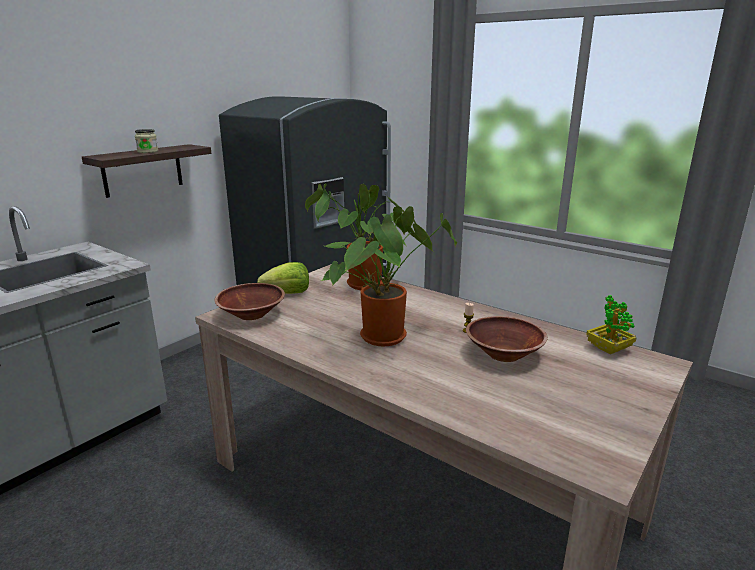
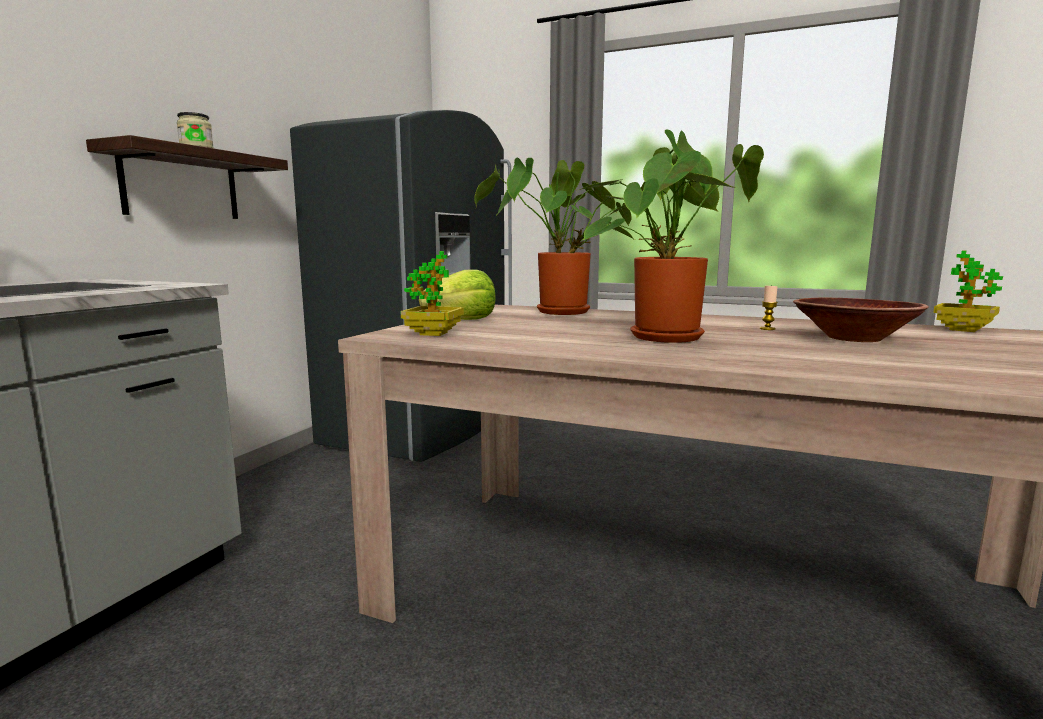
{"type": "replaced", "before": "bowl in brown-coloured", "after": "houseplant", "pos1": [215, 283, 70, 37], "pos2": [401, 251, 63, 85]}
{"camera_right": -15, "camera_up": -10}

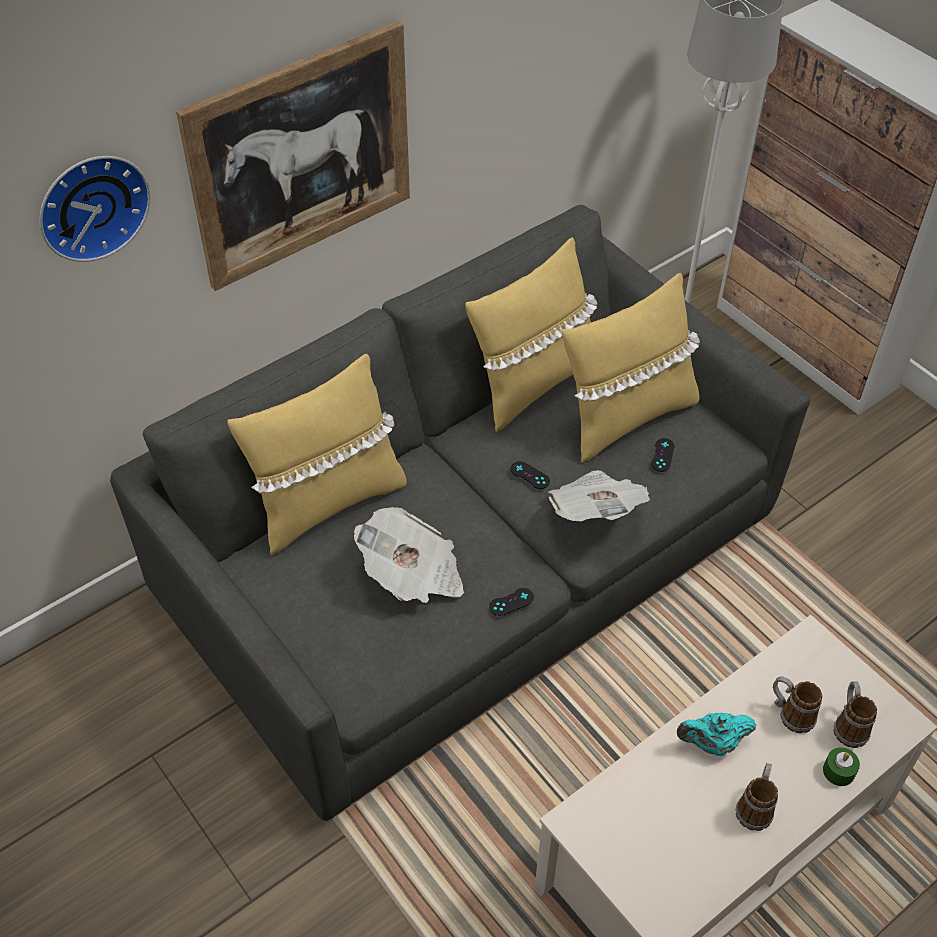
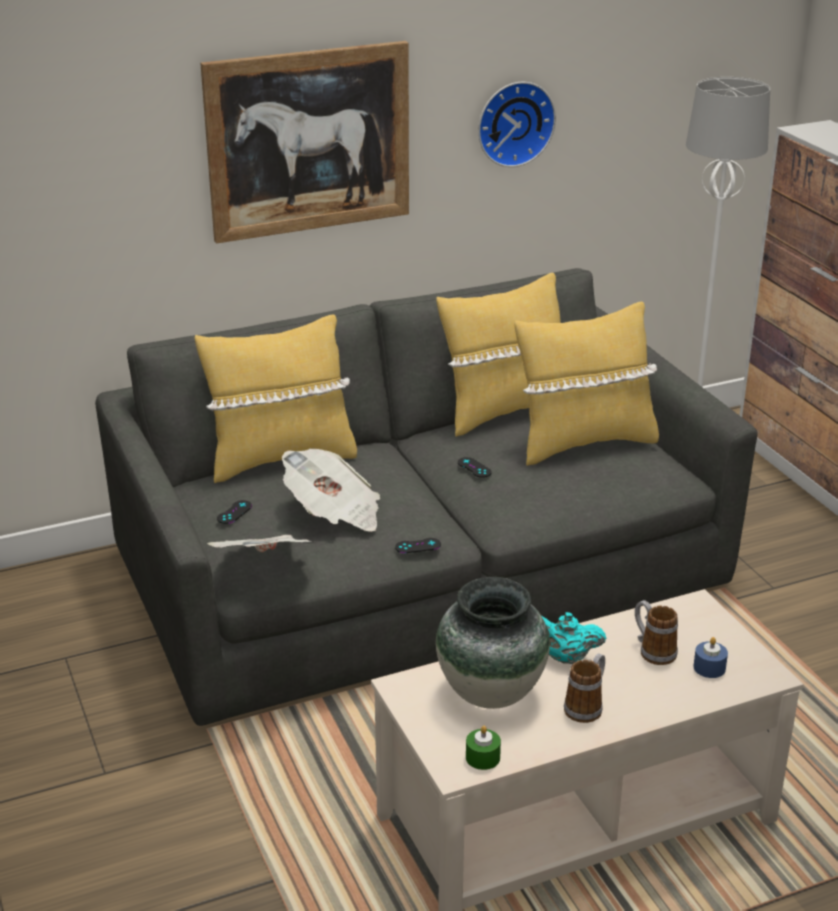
{"type": "moved", "before": "hanging clock", "pos1": [39, 156, 112, 106], "pos2": [478, 82, 78, 85]}
{"type": "moved", "before": "joypad in blackish", "pos1": [651, 438, 24, 34], "pos2": [217, 500, 35, 24]}
{"type": "moved", "before": "daily paper", "pos1": [548, 470, 102, 52], "pos2": [208, 535, 105, 17]}
{"type": "replaced", "before": "tea mug", "after": "wax light in blue-coloured", "pos1": [833, 682, 44, 66], "pos2": [694, 637, 34, 41]}
{"type": "moved", "before": "wax light in green-coloured", "pos1": [823, 747, 37, 39], "pos2": [466, 726, 35, 44]}
{"type": "added", "after": "decorative vase", "pos2": [436, 577, 114, 132]}
{"camera_right": 15, "camera_up": -20}

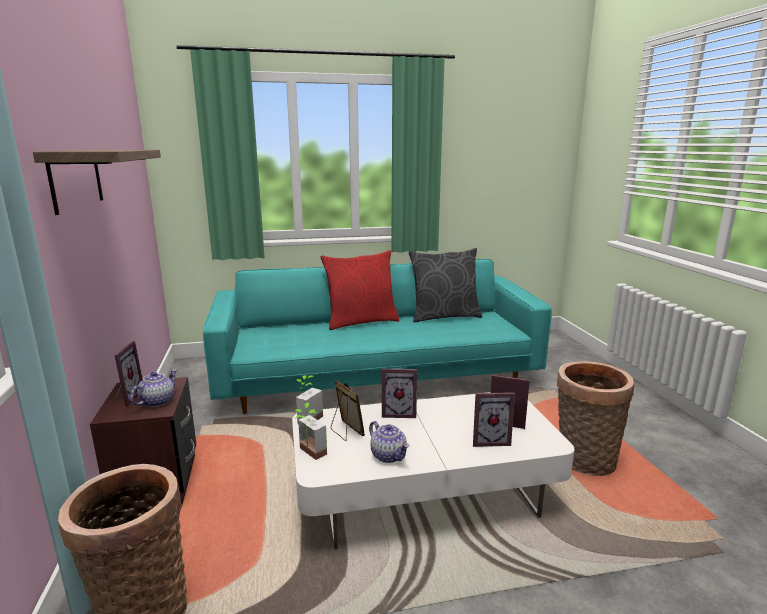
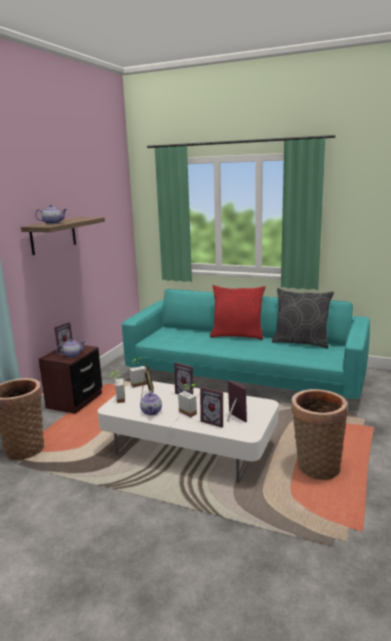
{"type": "added", "after": "tea pot", "pos2": [35, 205, 32, 19]}
{"type": "added", "after": "houseplant", "pos2": [178, 384, 19, 33]}
{"camera_right": 35, "camera_up": 0}

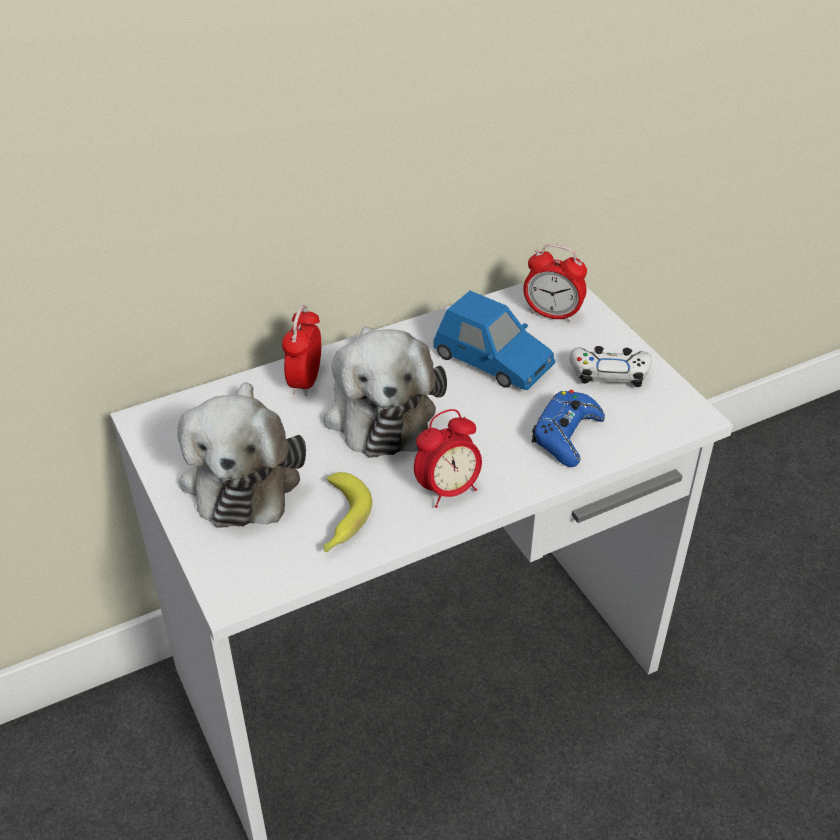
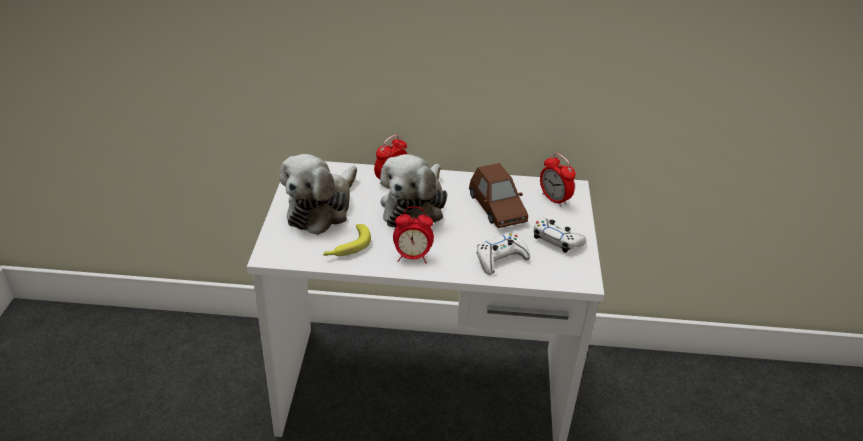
{"type": "recoloured", "before": "model car in blue-coloured", "after": "model car in brown-coloured", "pos1": [433, 291, 122, 99], "pos2": [469, 163, 59, 65]}
{"type": "recoloured", "before": "joypad in blue-coloured", "after": "joypad in whitish", "pos1": [532, 390, 73, 77], "pos2": [477, 233, 53, 42]}
{"camera_right": 30, "camera_up": -5}

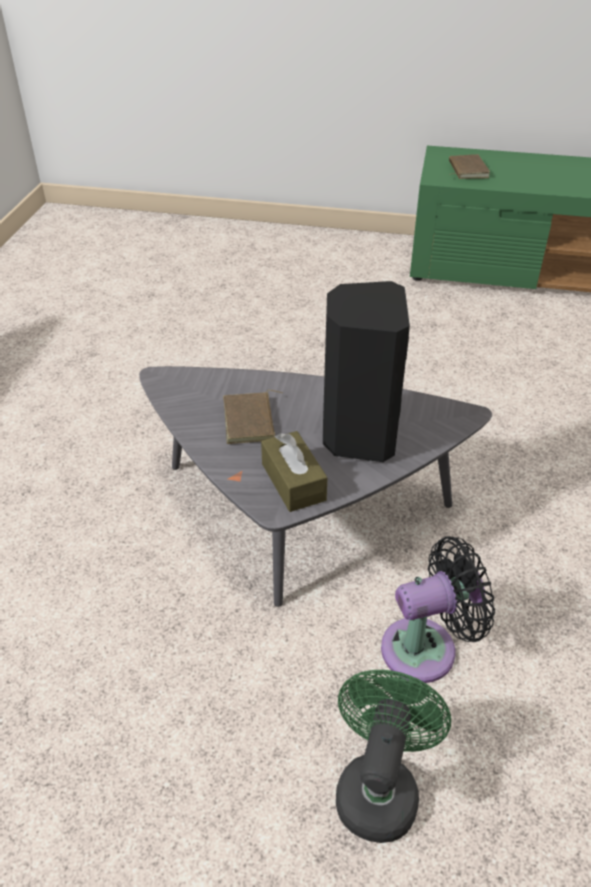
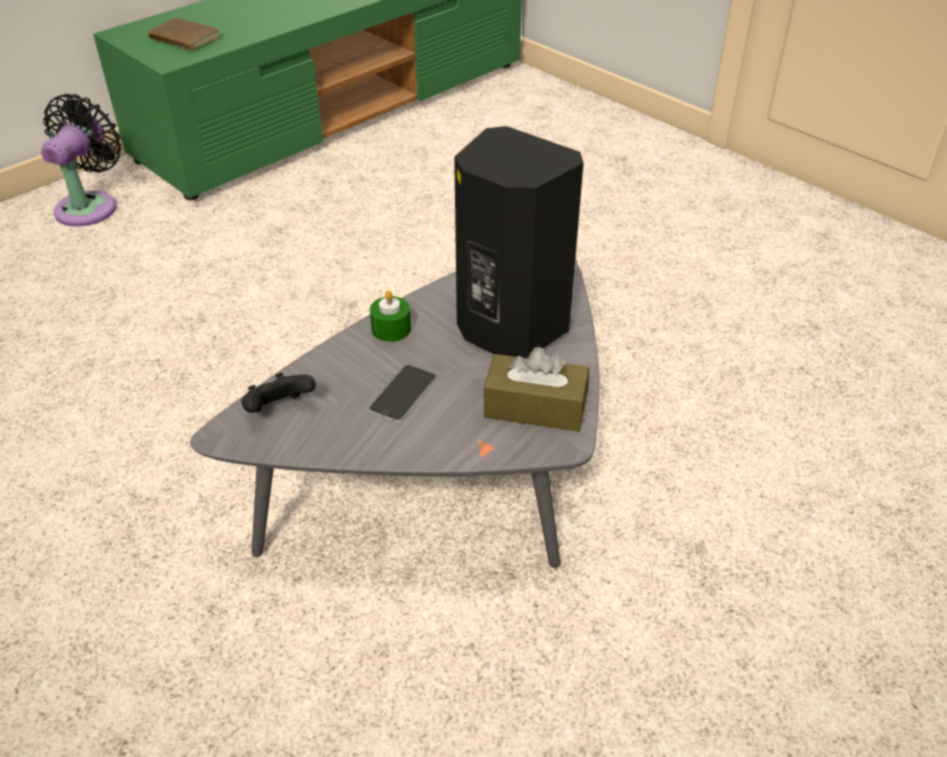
{"type": "replaced", "before": "volume in brown-coloured", "after": "phone", "pos1": [223, 390, 59, 54], "pos2": [369, 365, 68, 57]}
{"type": "moved", "before": "fan in blackish", "pos1": [381, 536, 114, 147], "pos2": [41, 94, 81, 133]}
{"type": "removed", "before": "fan in green-coloured", "pos1": [336, 670, 115, 173]}
{"type": "added", "after": "wax light in green-coloured", "pos2": [370, 290, 41, 52]}
{"type": "added", "after": "joypad in blackish", "pos2": [241, 373, 75, 40]}
{"camera_right": -55, "camera_up": 0}

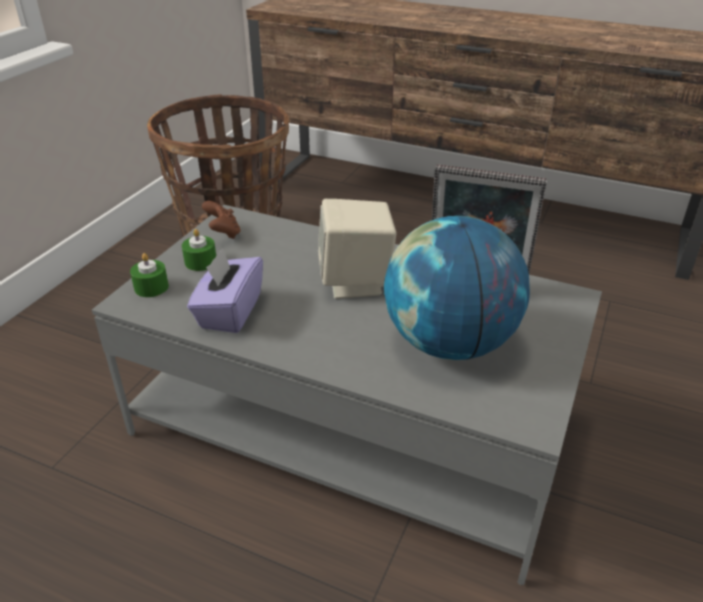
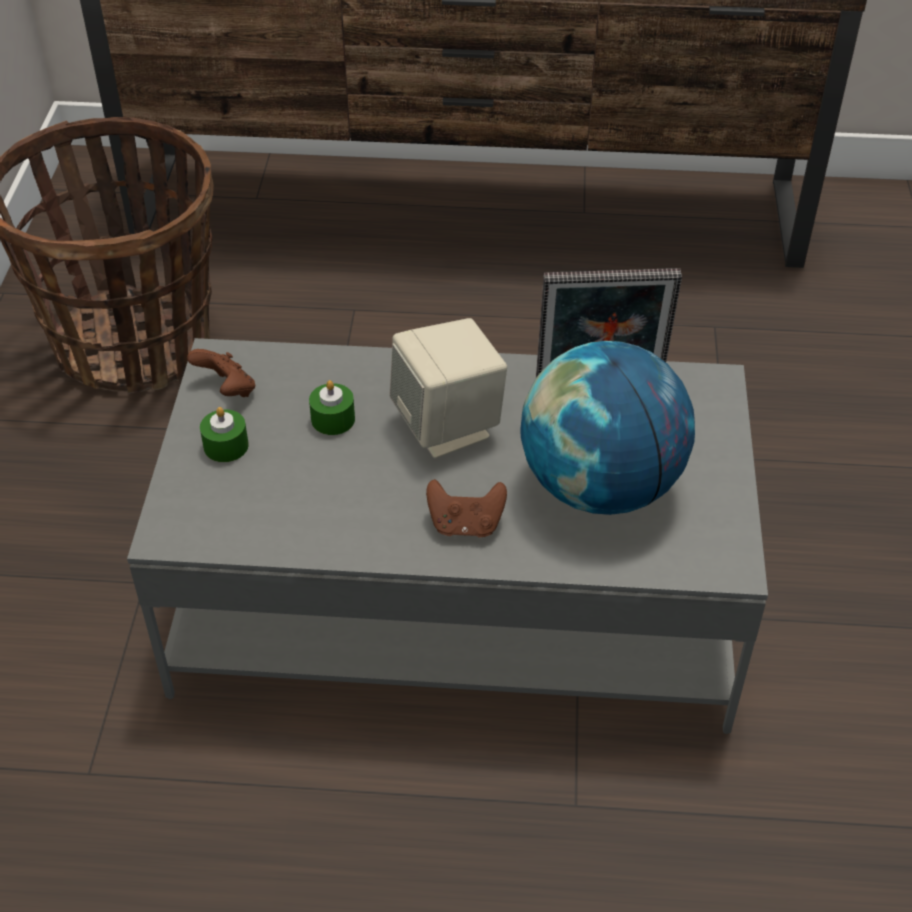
{"type": "removed", "before": "tissue box in purple-coloured", "pos1": [187, 248, 76, 85]}
{"type": "moved", "before": "wax light in green-coloured", "pos1": [130, 253, 39, 44], "pos2": [309, 380, 46, 55]}
{"type": "added", "after": "joypad in brown-coloured", "pos2": [426, 479, 81, 59]}
{"camera_right": -20, "camera_up": 10}

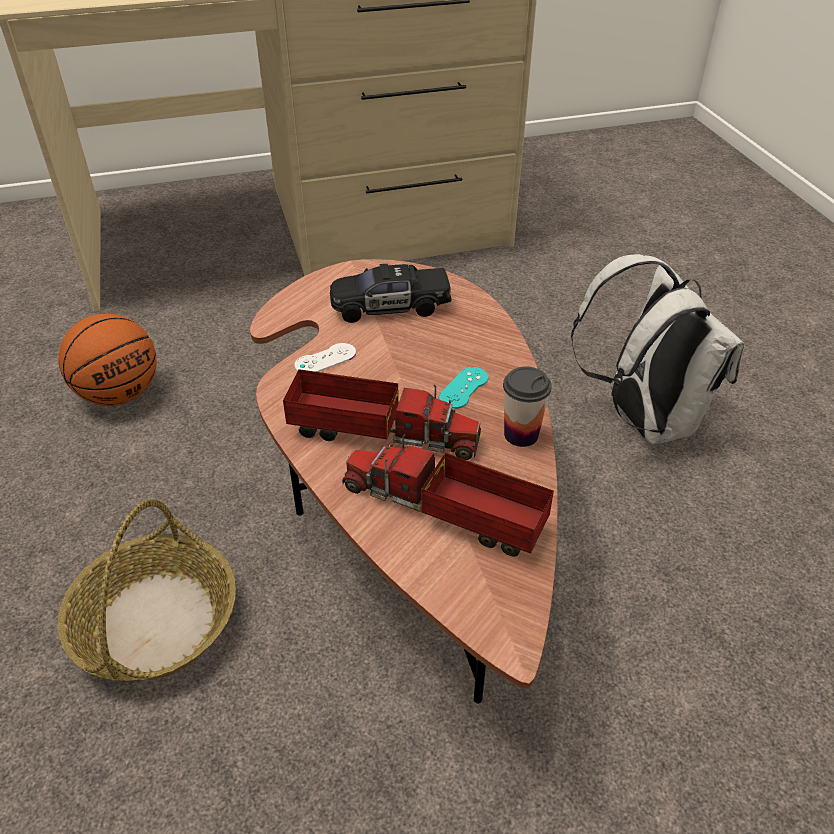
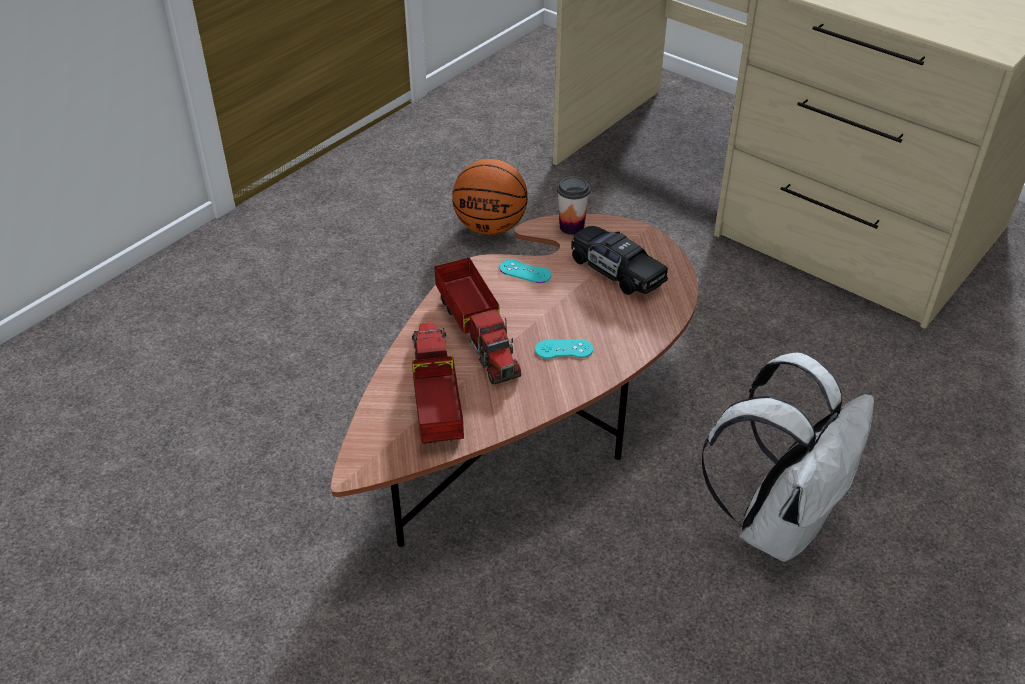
{"type": "recoloured", "before": "joypad in whitish", "after": "joypad in turquoise", "pos1": [294, 343, 62, 29], "pos2": [500, 259, 51, 24]}
{"type": "moved", "before": "drinking cup", "pos1": [503, 367, 49, 80], "pos2": [557, 176, 33, 59]}
{"type": "removed", "before": "basket", "pos1": [58, 499, 178, 182]}
{"camera_right": 55, "camera_up": 0}

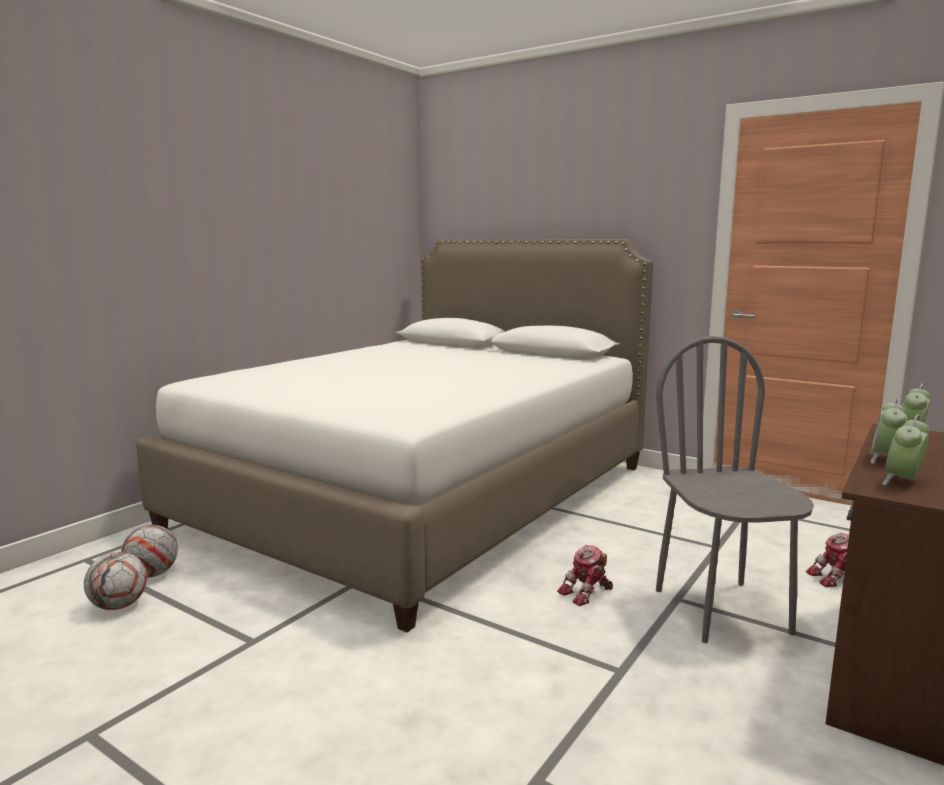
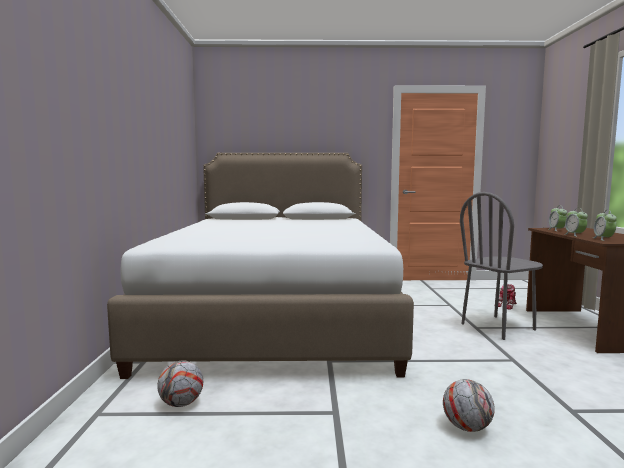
{"type": "turned", "before": "plain chair in greyish", "pos1": [656, 336, 158, 307], "pos2": [460, 192, 83, 148], "turn": -75}
{"type": "removed", "before": "model robot", "pos1": [557, 545, 56, 61]}
{"type": "moved", "before": "football", "pos1": [84, 552, 63, 58], "pos2": [443, 379, 52, 53]}
{"camera_right": -35, "camera_up": -5}

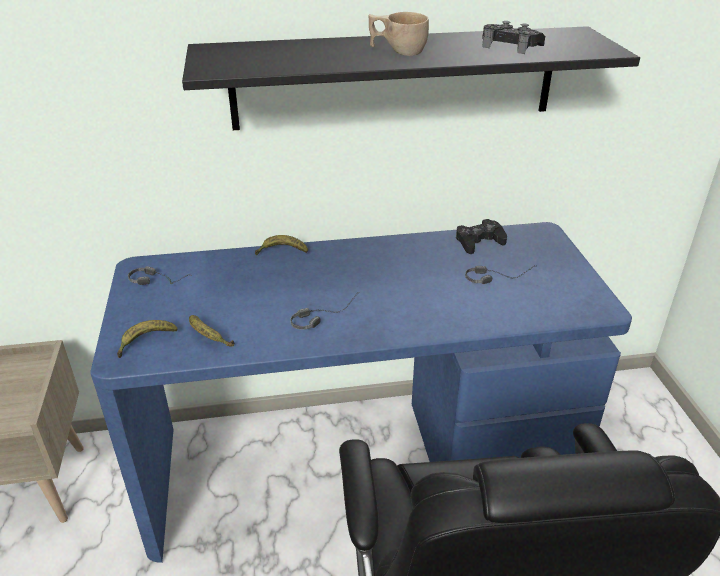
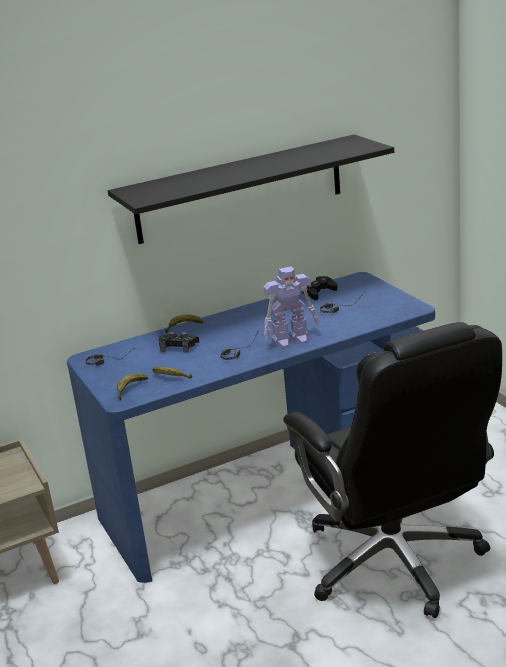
{"type": "removed", "before": "drinking cup in beige-coloured", "pos1": [369, 12, 60, 44]}
{"type": "moved", "before": "joypad in blackish", "pos1": [482, 21, 63, 33], "pos2": [158, 332, 41, 21]}
{"type": "added", "after": "model robot", "pos2": [264, 266, 56, 82]}
{"camera_right": -15, "camera_up": -10}

